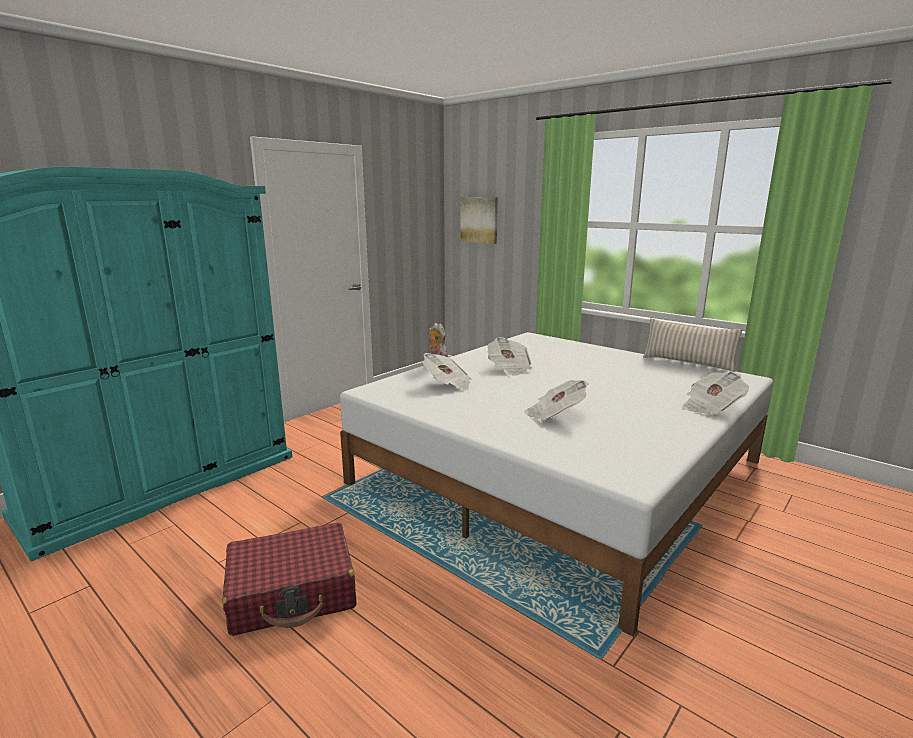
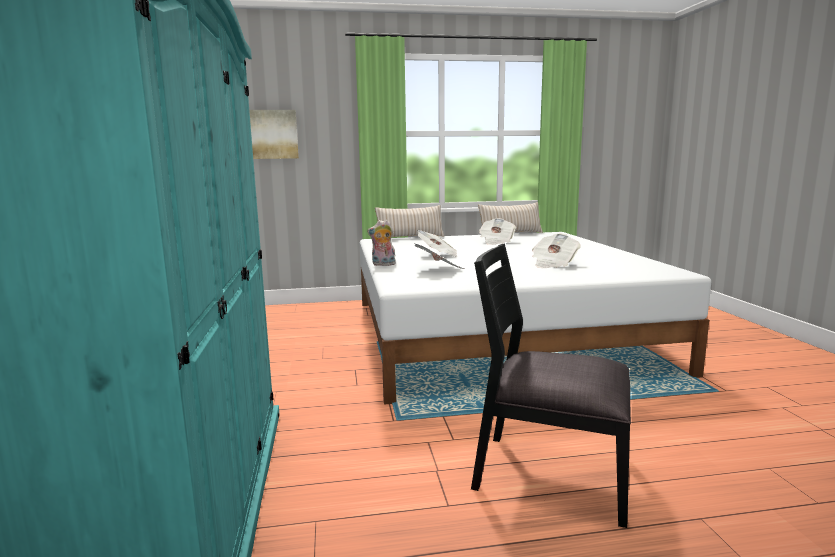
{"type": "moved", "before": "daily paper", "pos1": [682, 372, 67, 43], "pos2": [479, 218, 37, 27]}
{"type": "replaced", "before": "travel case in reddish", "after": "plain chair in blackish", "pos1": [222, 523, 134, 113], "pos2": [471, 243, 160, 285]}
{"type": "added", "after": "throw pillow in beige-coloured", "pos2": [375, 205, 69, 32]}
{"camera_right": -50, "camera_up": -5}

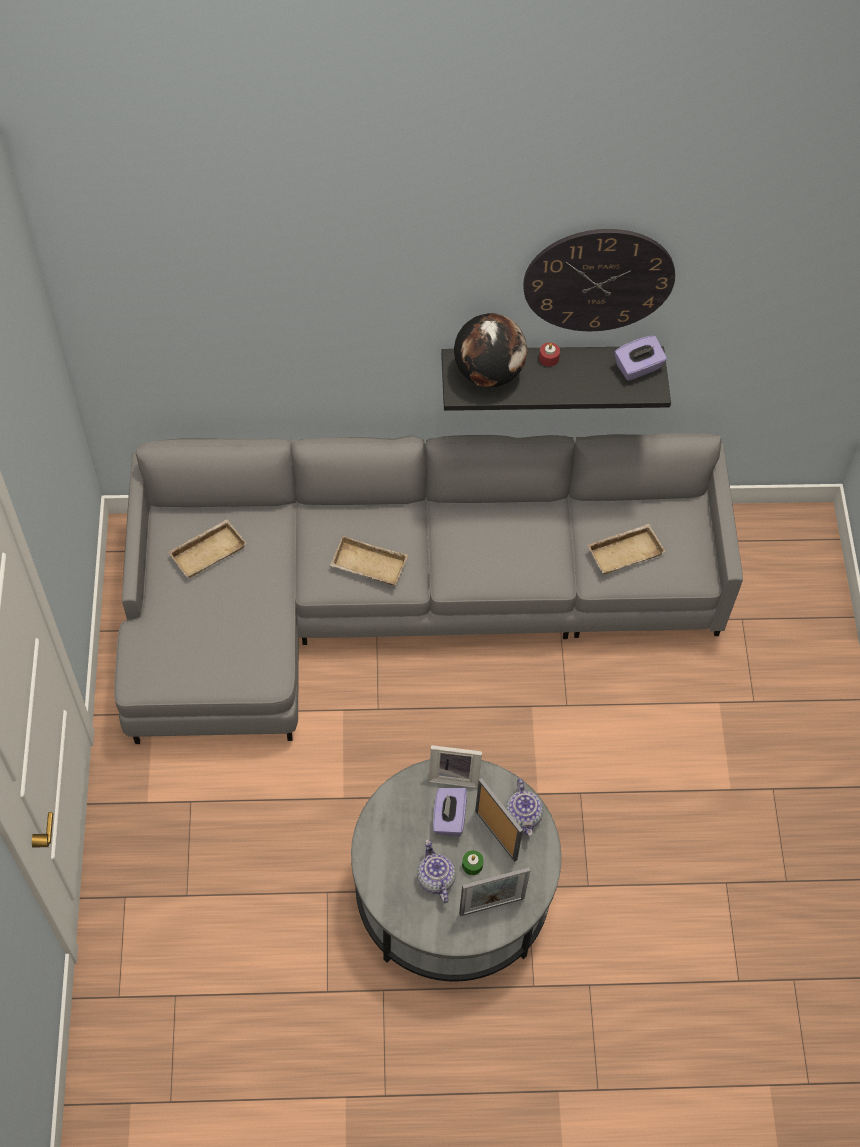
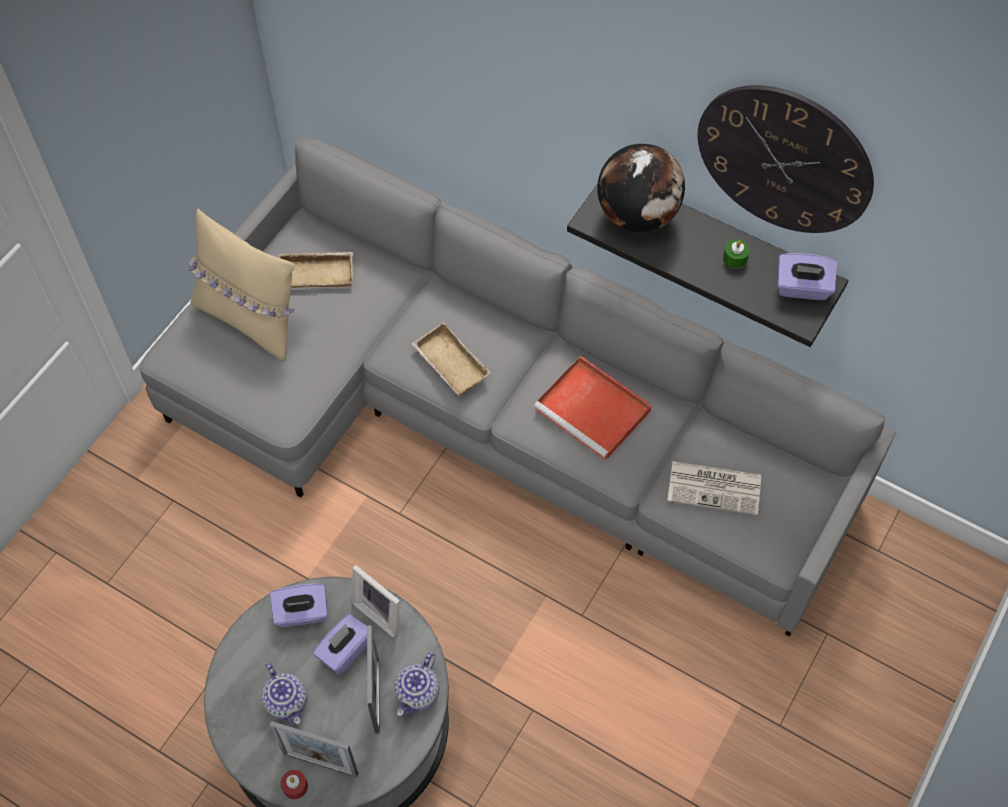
{"type": "moved", "before": "wax light in reddish", "pos1": [539, 342, 21, 25], "pos2": [281, 770, 27, 29]}
{"type": "replaced", "before": "carrying tray in beige-coloured", "after": "daily paper", "pos1": [588, 524, 77, 50], "pos2": [667, 461, 94, 54]}
{"type": "turned", "before": "tea pot", "pos1": [417, 840, 39, 63], "pos2": [261, 662, 46, 62], "turn": 135}
{"type": "moved", "before": "wax light in green-coloured", "pos1": [462, 850, 22, 25], "pos2": [723, 239, 27, 30]}
{"type": "added", "after": "throw pillow in beige-coloured", "pos2": [188, 209, 106, 152]}
{"type": "added", "after": "carrying tray in reddish", "pos2": [534, 356, 118, 104]}
{"type": "added", "after": "tissue box in purple-coloured", "pos2": [270, 583, 58, 44]}
{"camera_right": 35, "camera_up": 0}

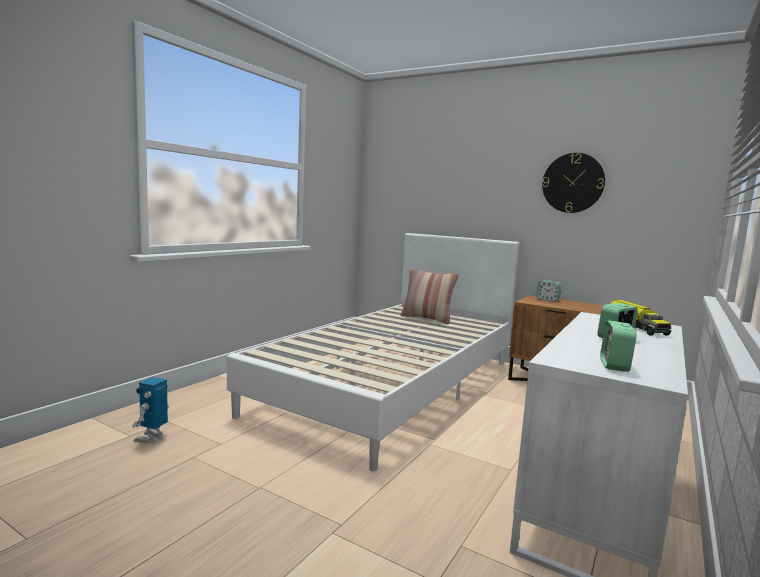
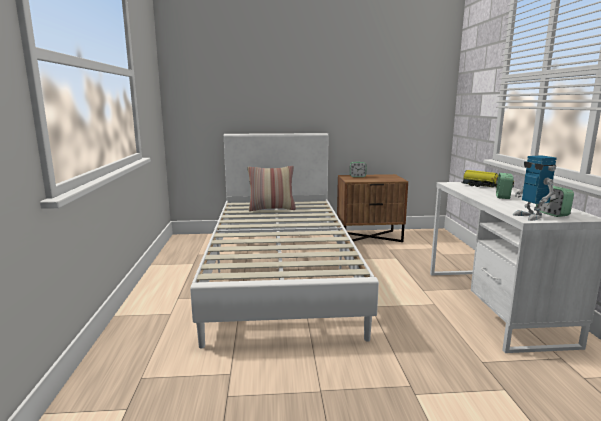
{"type": "removed", "before": "hanging clock", "pos1": [542, 153, 63, 60]}
{"type": "moved", "before": "model robot", "pos1": [132, 377, 37, 66], "pos2": [513, 155, 44, 66]}
{"camera_right": -35, "camera_up": 5}

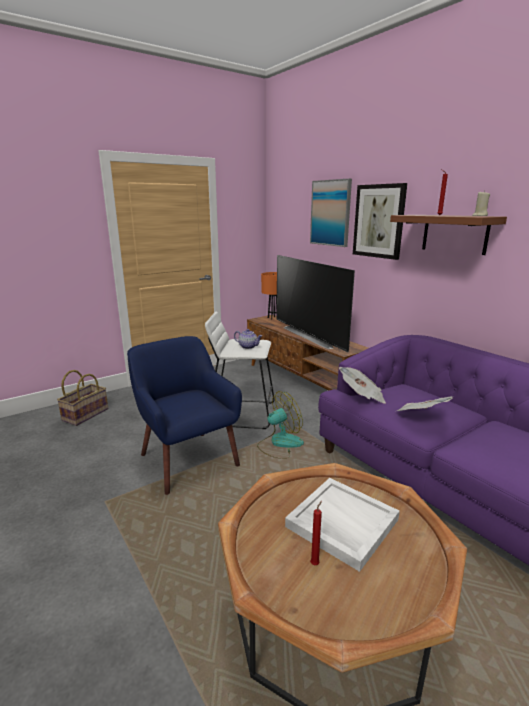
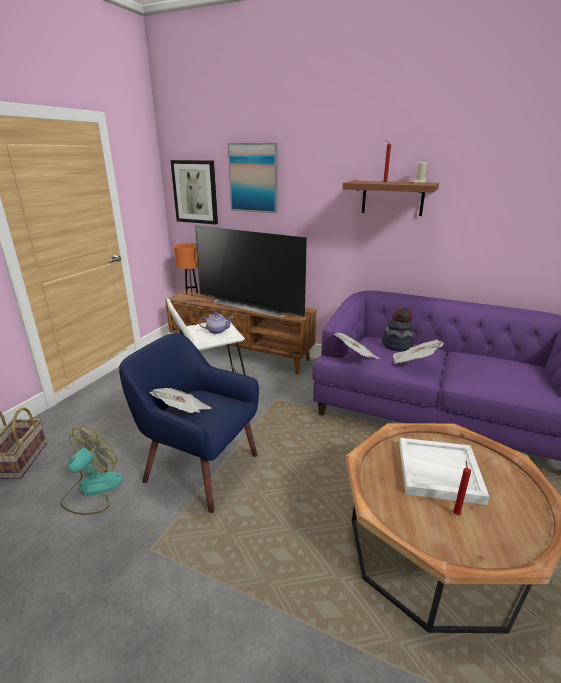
{"type": "moved", "before": "wall picture", "pos1": [353, 183, 54, 77], "pos2": [170, 160, 48, 64]}
{"type": "moved", "before": "fan", "pos1": [257, 391, 47, 68], "pos2": [61, 426, 63, 89]}
{"type": "added", "after": "wearable hat", "pos2": [382, 308, 32, 44]}
{"type": "added", "after": "daily paper", "pos2": [149, 388, 62, 25]}
{"camera_right": -30, "camera_up": 5}

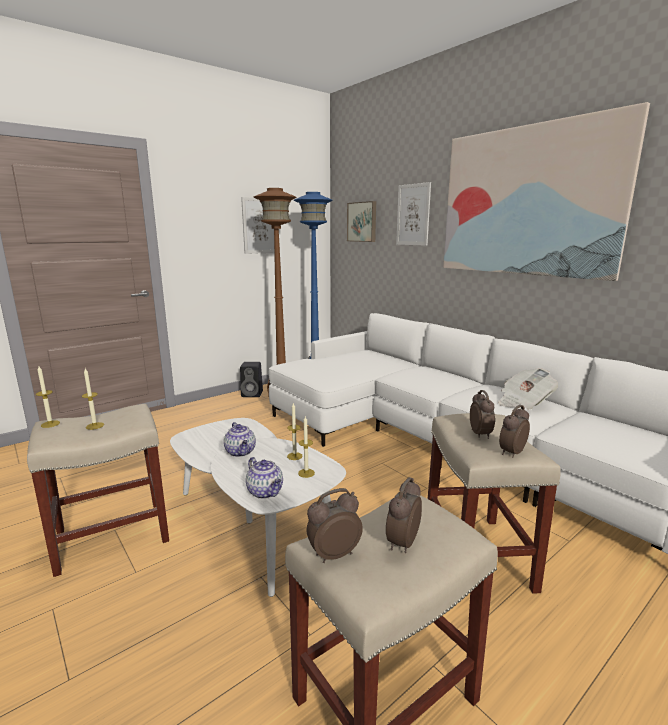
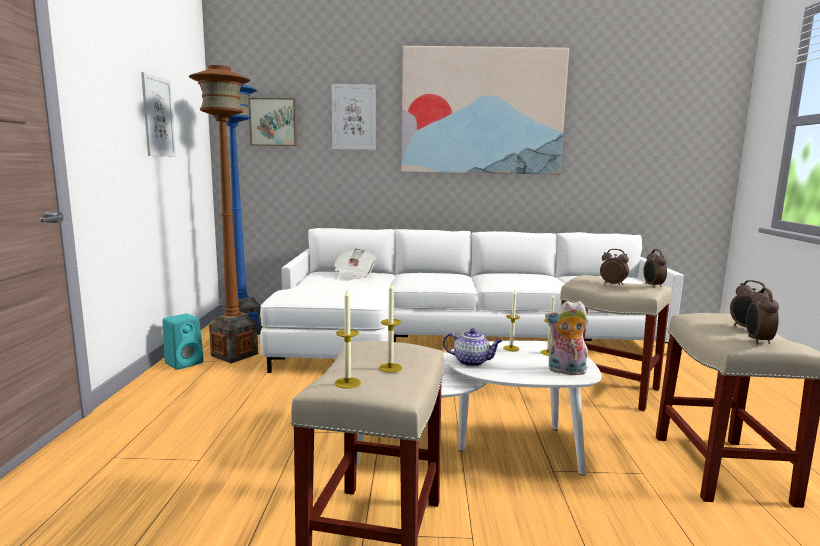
{"type": "recoloured", "before": "speaker in blackish", "after": "speaker in turquoise", "pos1": [240, 362, 23, 35], "pos2": [162, 313, 42, 57]}
{"type": "moved", "before": "daily paper", "pos1": [498, 369, 60, 41], "pos2": [334, 248, 43, 33]}
{"type": "replaced", "before": "tea pot", "after": "plush toy", "pos1": [246, 457, 37, 42], "pos2": [545, 301, 44, 74]}
{"camera_right": -50, "camera_up": -5}

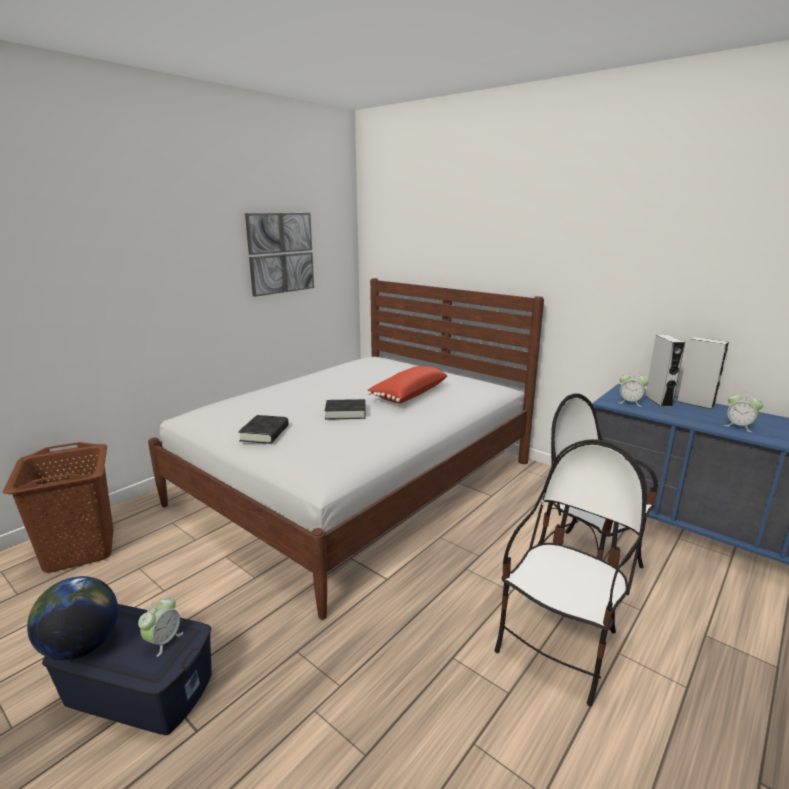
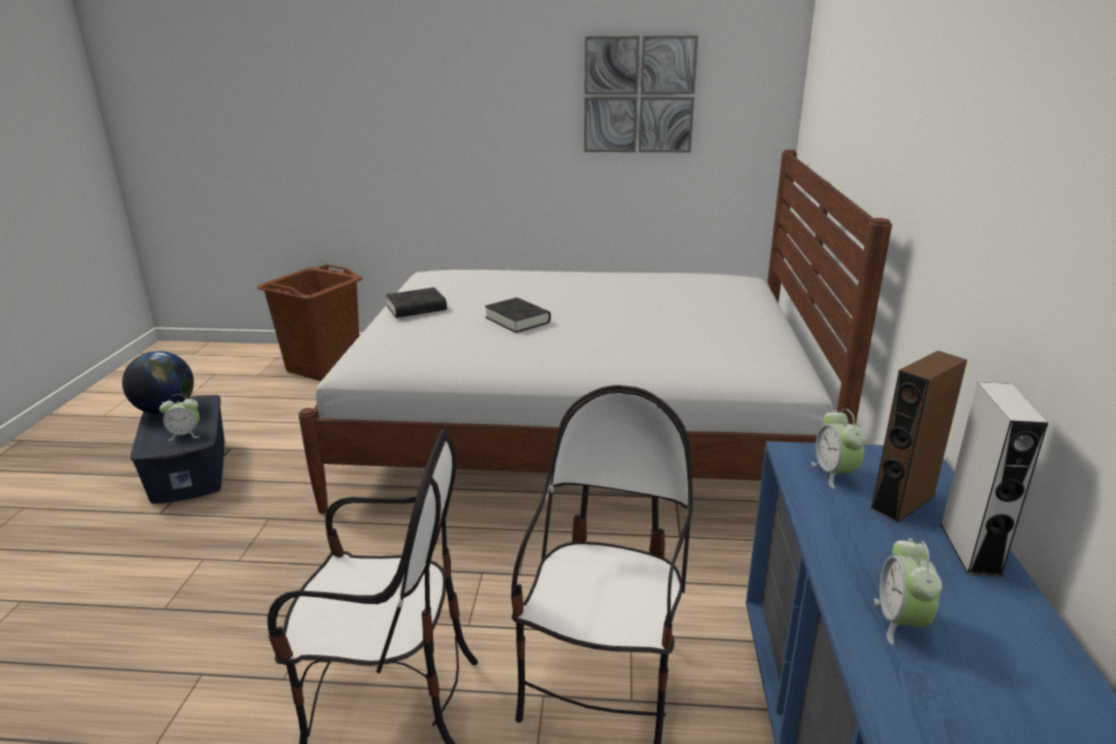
{"type": "recoloured", "before": "speaker in greyish", "after": "speaker in brown-coloured", "pos1": [645, 335, 40, 72], "pos2": [870, 351, 97, 172]}
{"type": "removed", "before": "throw pillow in reddish", "pos1": [367, 366, 80, 37]}
{"camera_right": 55, "camera_up": 5}

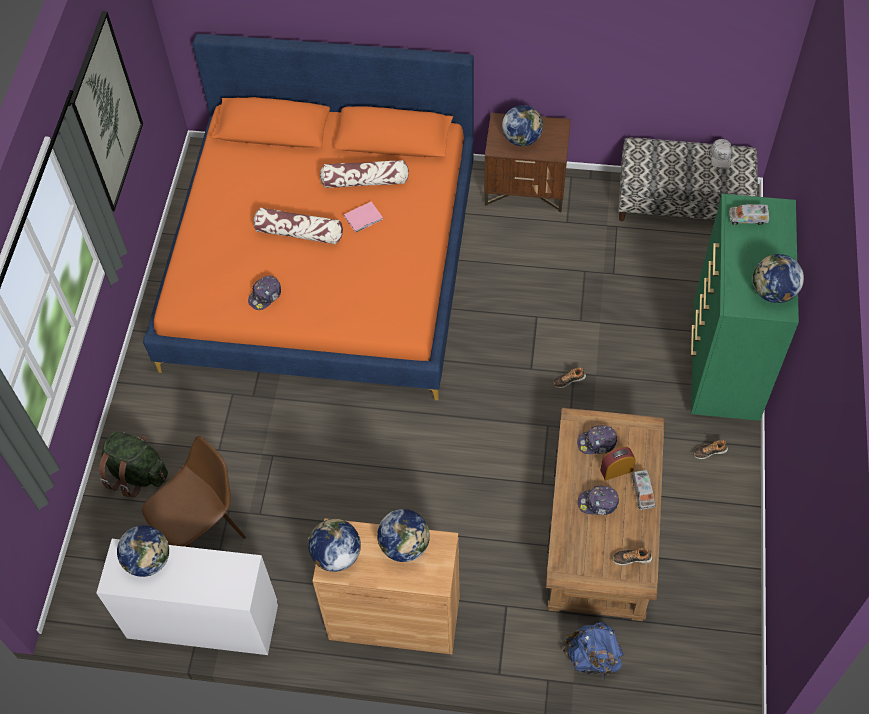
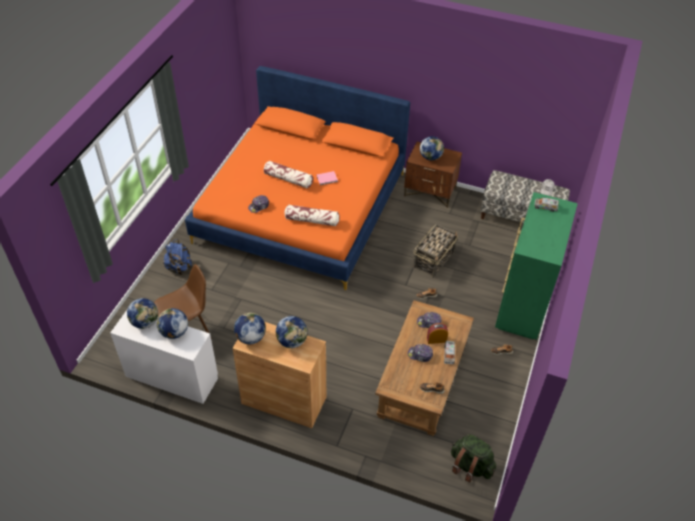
{"type": "removed", "before": "wall picture", "pos1": [69, 11, 74, 200]}
{"type": "moved", "before": "throw pillow", "pos1": [320, 160, 89, 28], "pos2": [284, 205, 56, 21]}
{"type": "moved", "before": "world globe", "pos1": [752, 254, 52, 49], "pos2": [157, 308, 31, 31]}
{"type": "moved", "before": "knapsack in green-coloured", "pos1": [99, 432, 69, 66], "pos2": [451, 434, 45, 49]}
{"type": "moved", "before": "knapsack in blue-coloured", "pos1": [563, 622, 61, 57], "pos2": [163, 239, 29, 36]}
{"type": "added", "after": "basket", "pos2": [413, 224, 45, 54]}
{"camera_right": 10, "camera_up": -10}

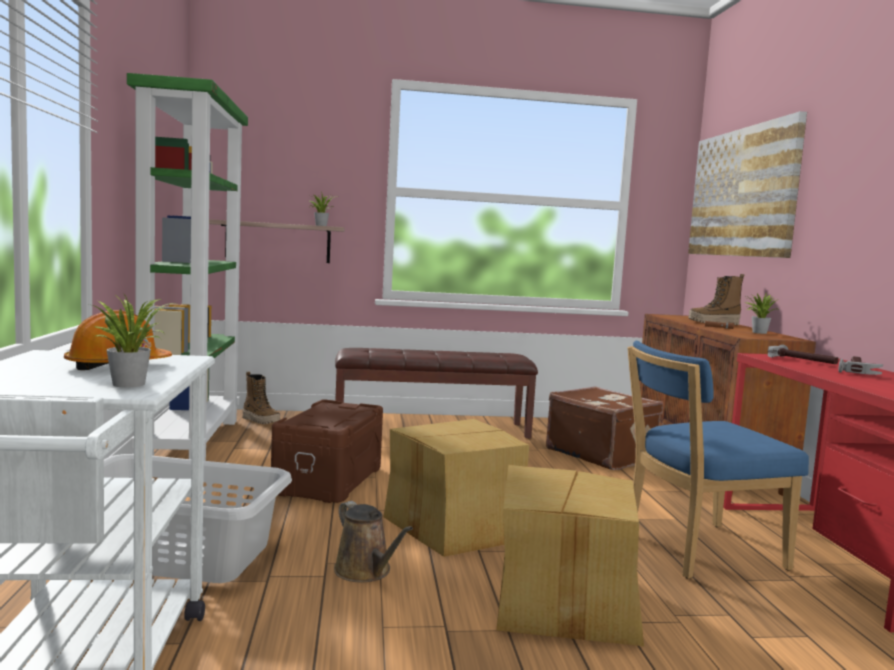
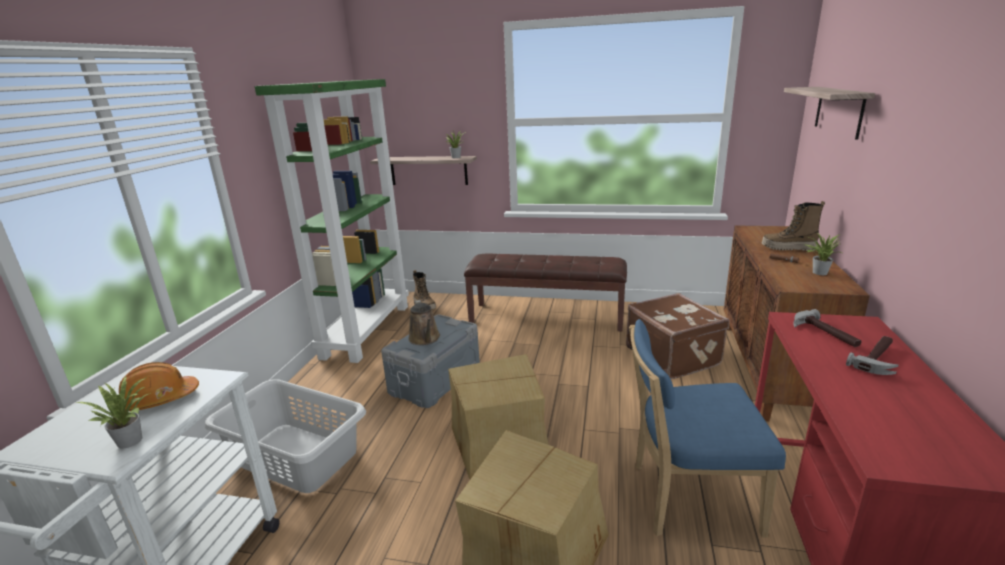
{"type": "replaced", "before": "wall picture", "after": "shelf", "pos1": [688, 111, 119, 147], "pos2": [784, 87, 91, 53]}
{"type": "recoloured", "before": "storage bin in brown-coloured", "after": "storage bin in greyish", "pos1": [271, 399, 112, 104], "pos2": [381, 314, 99, 94]}
{"type": "moved", "before": "watering pot in brown-coloured", "pos1": [334, 501, 79, 82], "pos2": [408, 300, 32, 45]}
{"camera_right": 20, "camera_up": 15}

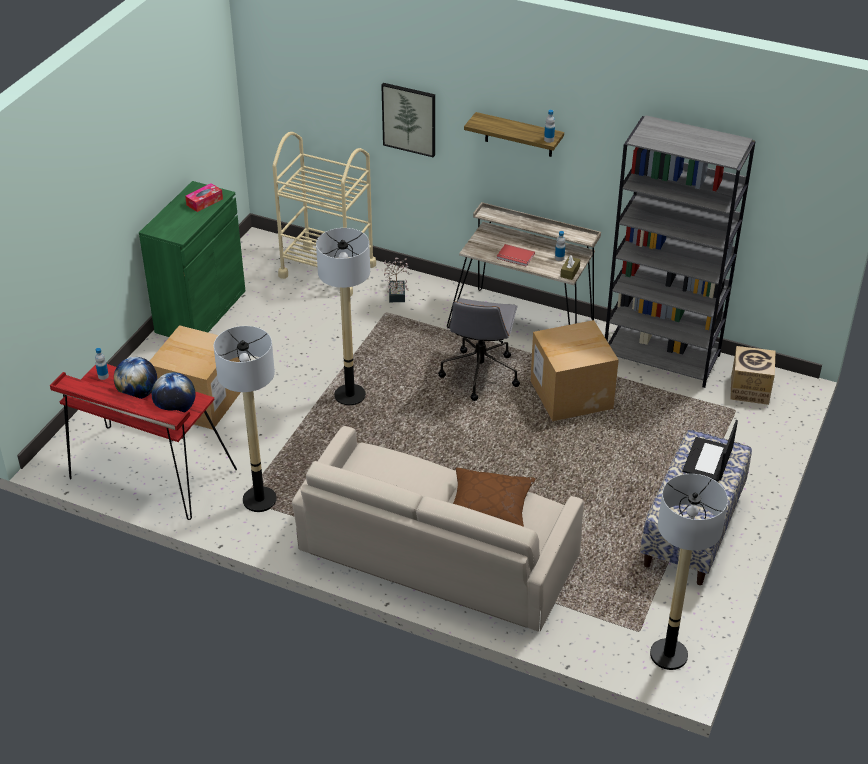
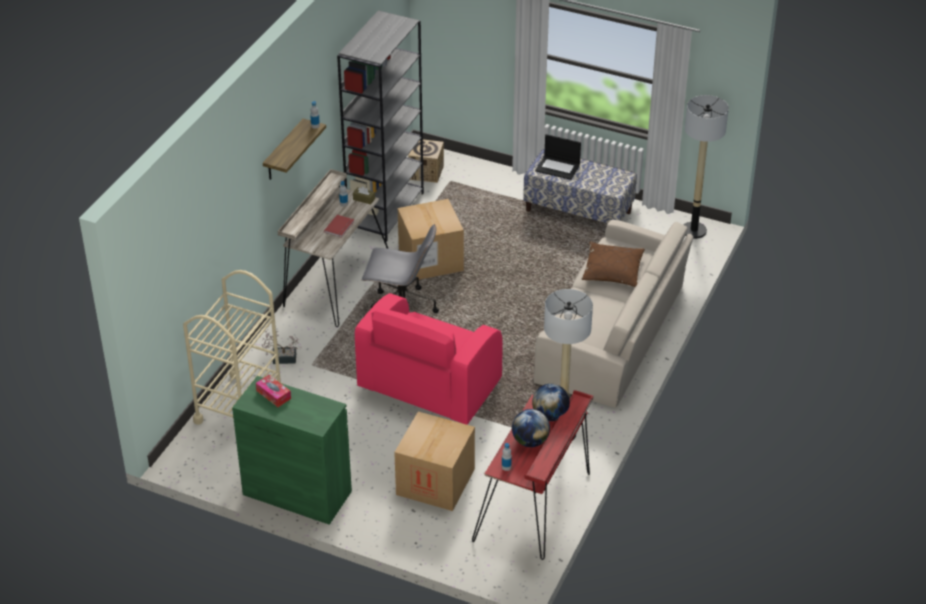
{"type": "removed", "before": "wall picture", "pos1": [381, 83, 54, 74]}
{"type": "replaced", "before": "floor lamp", "after": "easy chair in pink-coloured", "pos1": [316, 228, 54, 177], "pos2": [355, 293, 148, 132]}
{"camera_right": -90, "camera_up": 0}

